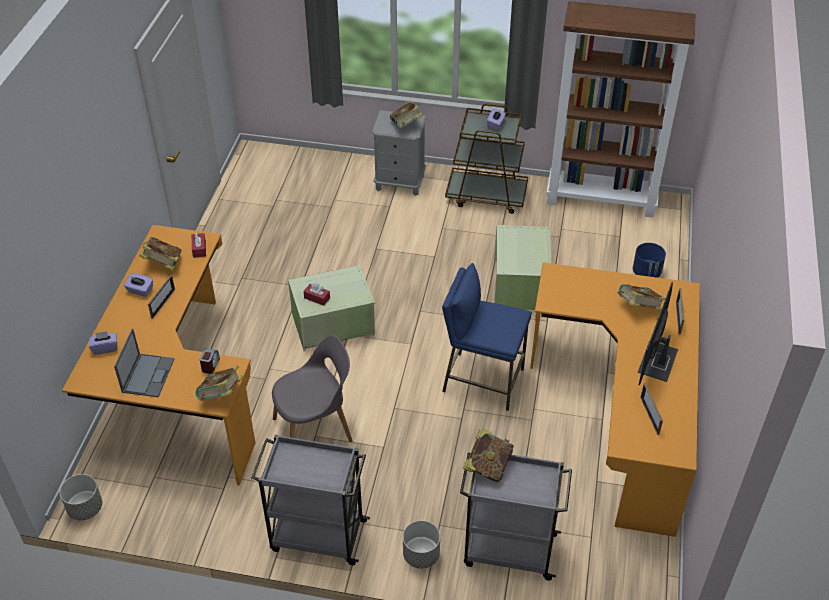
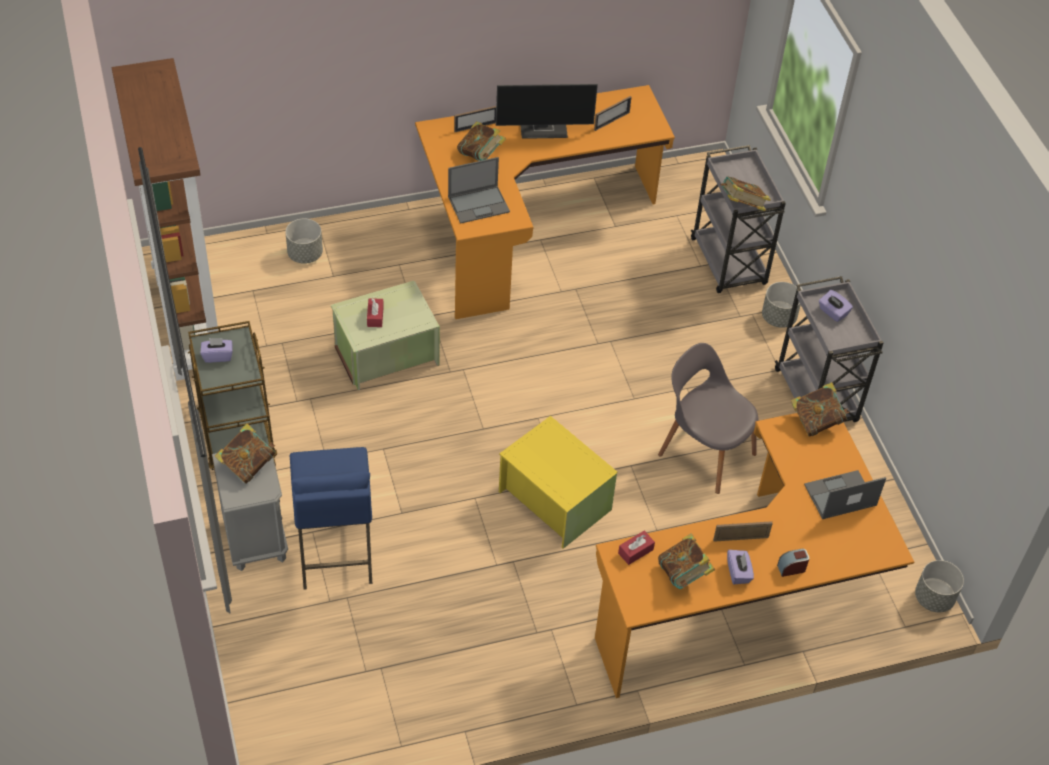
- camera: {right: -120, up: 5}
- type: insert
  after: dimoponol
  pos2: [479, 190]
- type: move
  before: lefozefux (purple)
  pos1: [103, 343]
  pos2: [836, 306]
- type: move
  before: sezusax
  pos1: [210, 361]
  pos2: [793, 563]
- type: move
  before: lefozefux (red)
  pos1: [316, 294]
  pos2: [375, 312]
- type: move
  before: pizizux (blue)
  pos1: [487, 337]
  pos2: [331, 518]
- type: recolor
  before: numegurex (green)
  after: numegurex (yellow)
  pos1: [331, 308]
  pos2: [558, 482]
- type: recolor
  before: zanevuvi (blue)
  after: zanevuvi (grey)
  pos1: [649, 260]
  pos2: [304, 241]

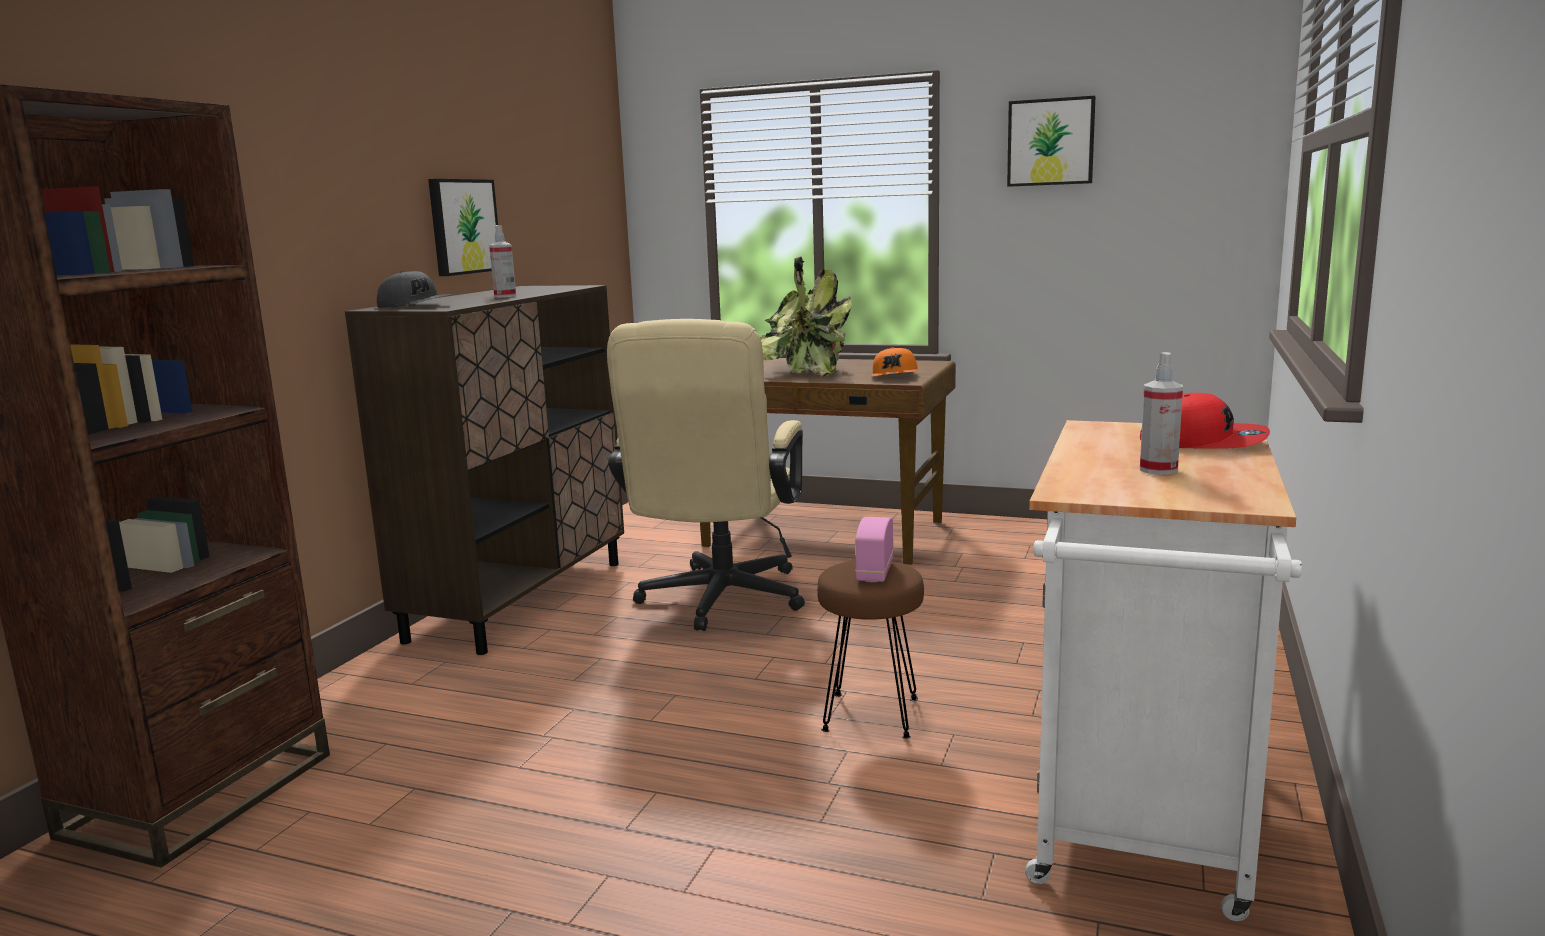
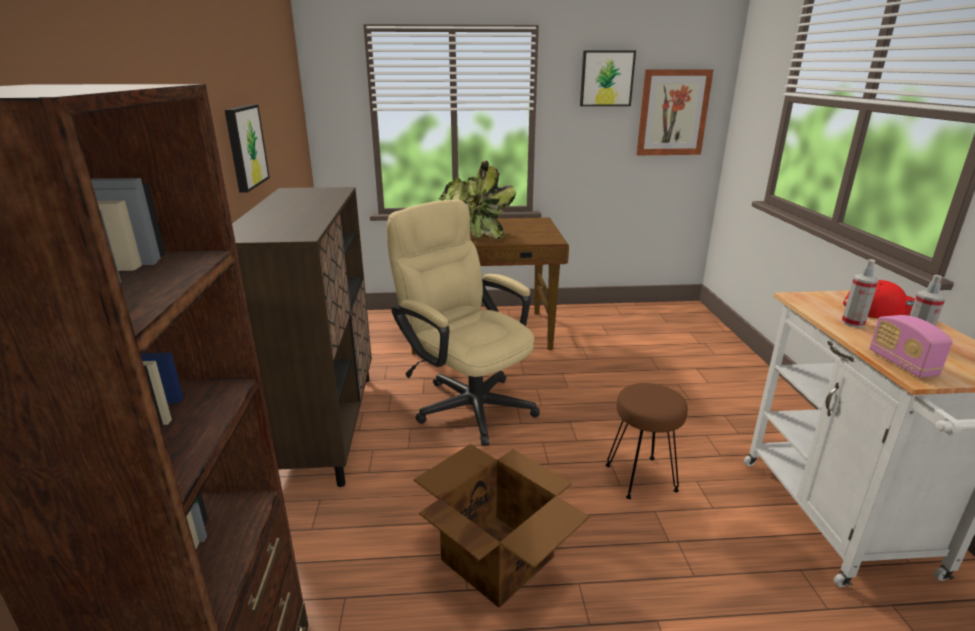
- camera: {right: -25, up: 10}
- type: delete
  before: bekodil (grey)
  pos1: [415, 289]
- type: delete
  before: bekodil (orange)
  pos1: [895, 361]
- type: insert
  after: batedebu
  pos2: [501, 526]
- type: insert
  after: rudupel
  pos2: [674, 112]
- type: move
  before: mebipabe
  pos1: [502, 261]
  pos2: [860, 293]
- type: move
  before: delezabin
  pos1: [874, 549]
  pos2: [911, 346]
- type: rotate
  before: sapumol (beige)
  pos1: [706, 475]
  pos2: [463, 322]
  turn: 150

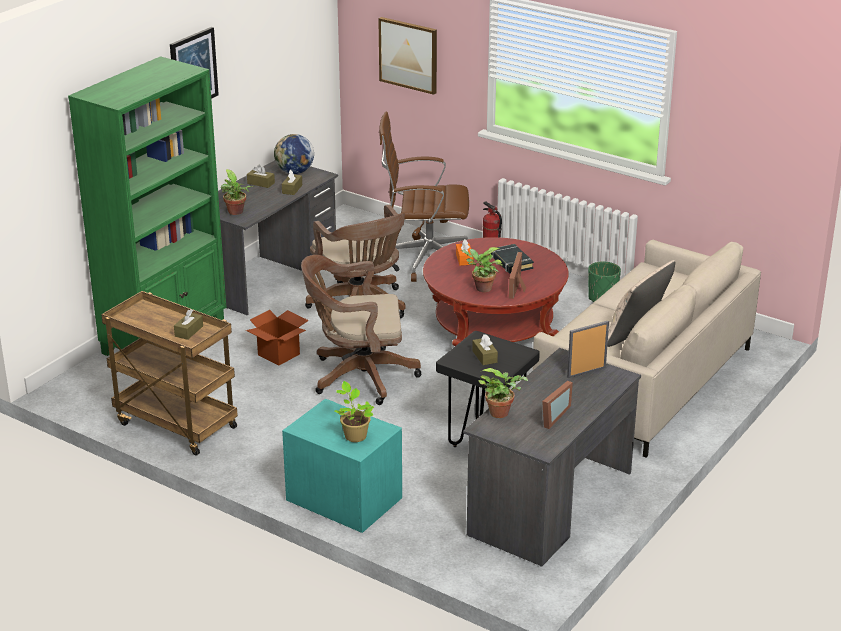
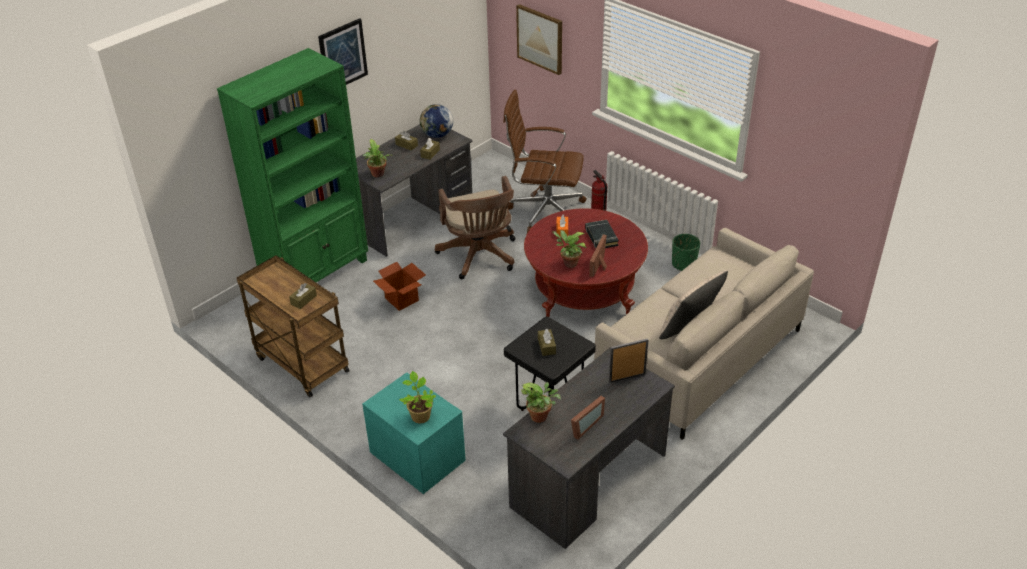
- camera: {right: 10, up: 10}
- type: delete
  before: sapumol (brown)
  pos1: [361, 330]

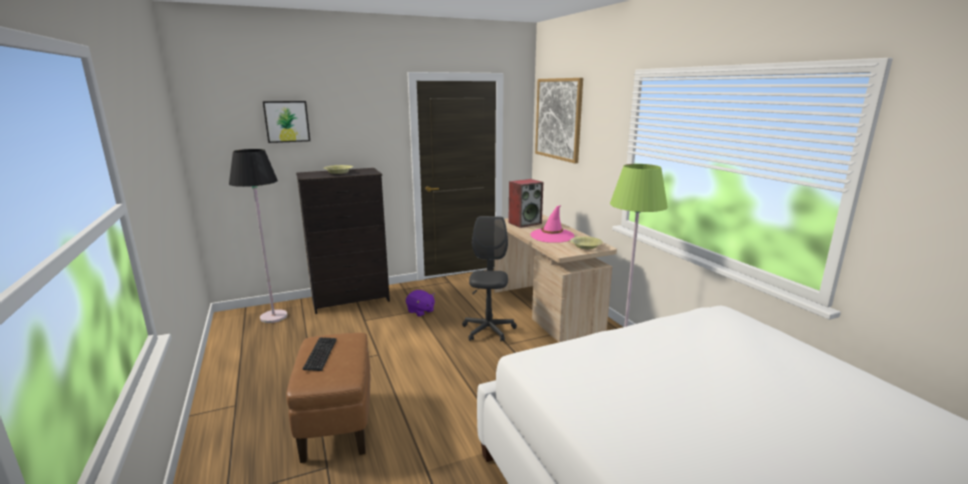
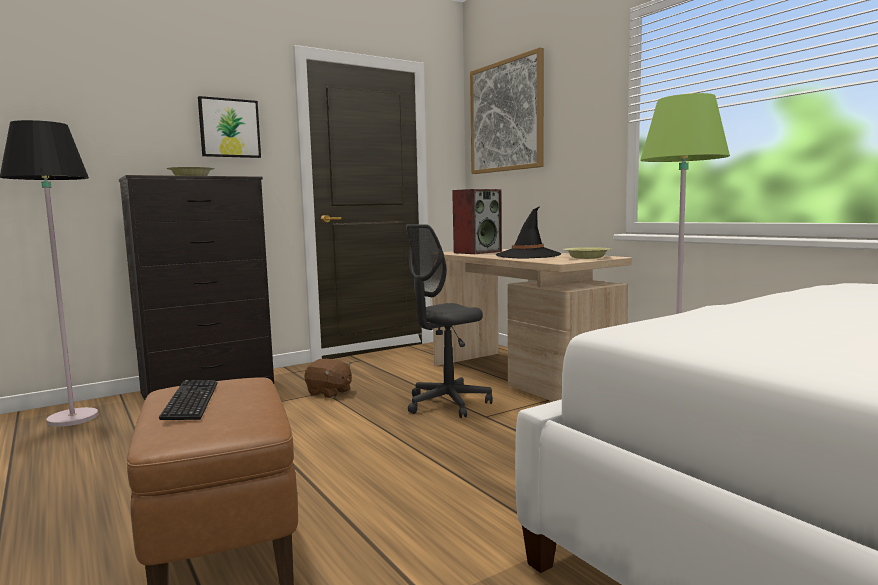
- camera: {right: -10, up: -10}
- type: move
  before: rudupel
  pos1: [286, 122]
  pos2: [229, 127]
- type: recolor
  before: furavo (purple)
  after: furavo (brown)
  pos1: [420, 303]
  pos2: [328, 378]
- type: recolor
  before: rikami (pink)
  after: rikami (black)
  pos1: [552, 224]
  pos2: [528, 232]
- type: rotate
  before: sapumol (grey)
  pos1: [489, 279]
  pos2: [449, 321]
  turn: -120

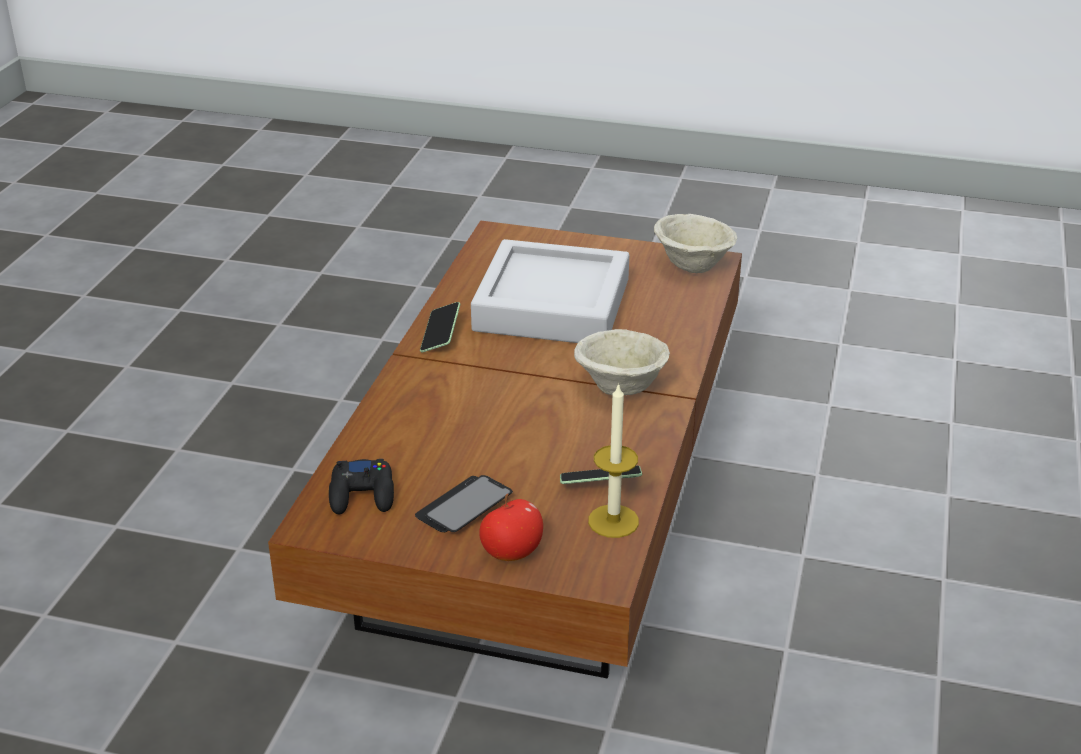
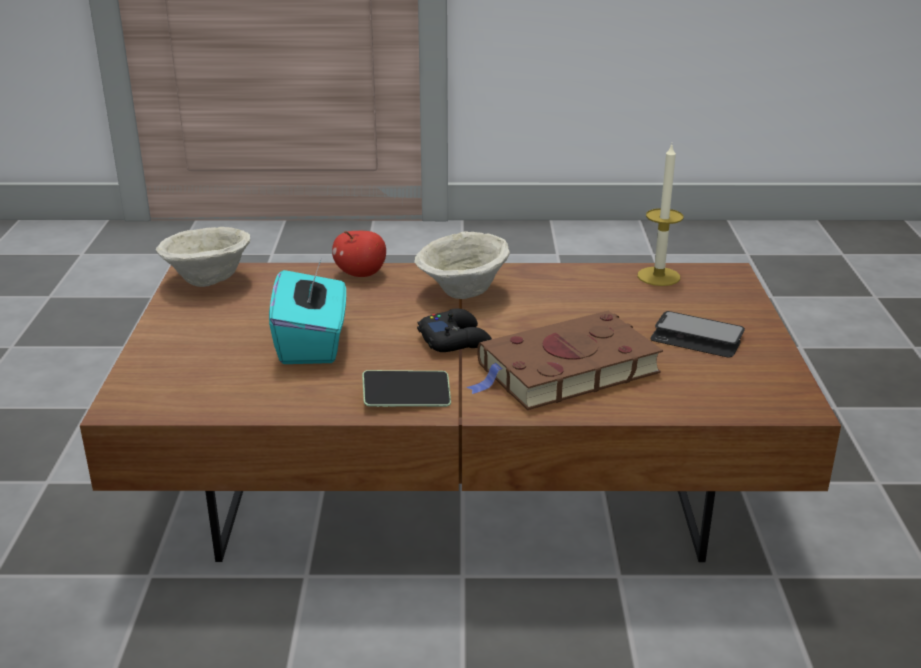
- camera: {right: -105, up: -5}
- type: delete
  before: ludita
  pos1: [601, 474]
- type: insert
  after: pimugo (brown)
  pos2: [564, 360]
- type: move
  before: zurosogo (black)
  pos1: [361, 486]
  pos2: [454, 330]
- type: move
  before: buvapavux
  pos1: [511, 527]
  pos2: [359, 254]
- type: replace
  before: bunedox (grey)
  after: lefozefux (turquoise)
  pos1: [550, 291]
  pos2: [307, 312]

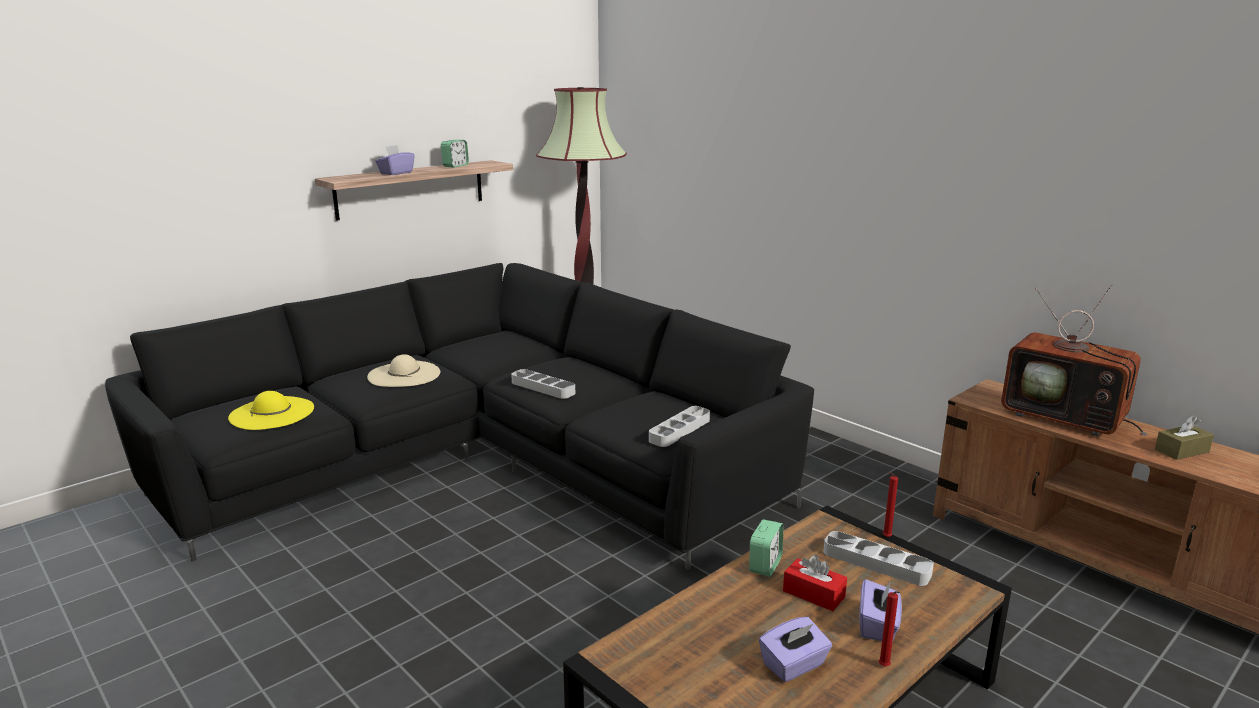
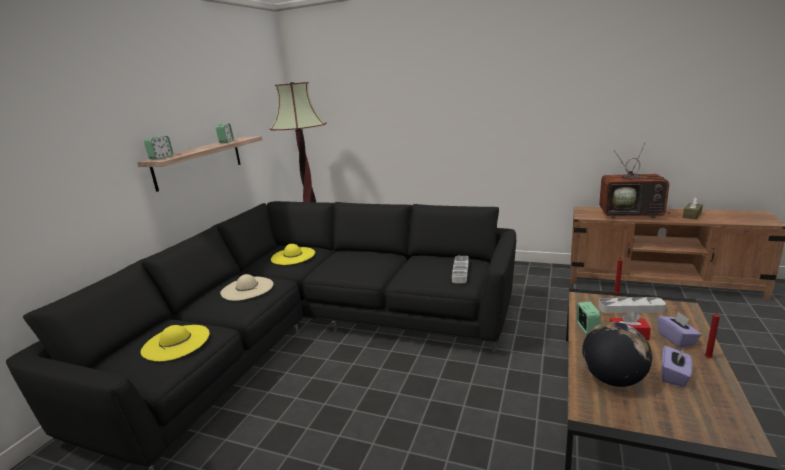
- camera: {right: -25, up: 0}
- type: delete
  before: lefozefux (purple)
  pos1: [395, 160]
- type: delete
  before: bunedox (grey)
  pos1: [543, 384]
- type: insert
  after: sezusax
  pos2: [158, 147]
- type: insert
  after: rikami (yellow)
  pos2: [293, 254]
- type: insert
  after: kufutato
  pos2: [617, 354]

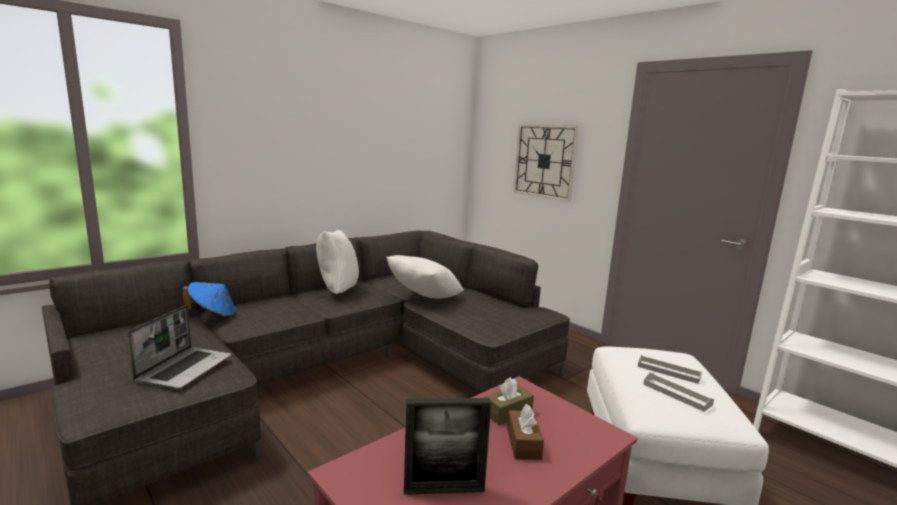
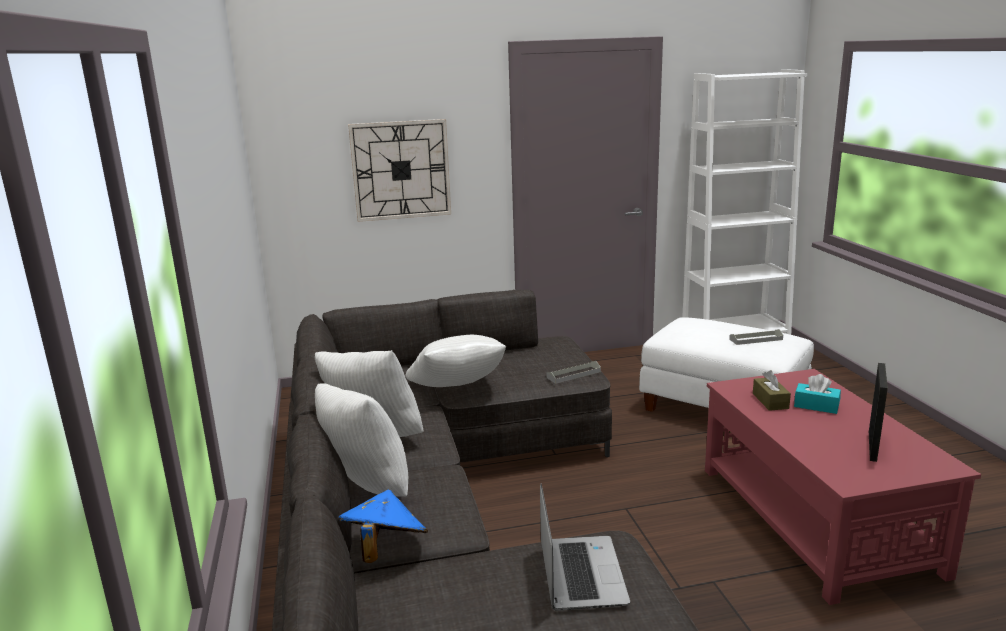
- camera: {right: -60, up: 5}
- type: insert
  after: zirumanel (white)
  pos2: [361, 440]
- type: move
  before: bunedox (grey)
  pos1: [670, 369]
  pos2: [574, 372]
- type: recolor
  before: lefozefux (brown)
  after: lefozefux (turquoise)
  pos1: [525, 432]
  pos2: [817, 394]
- type: rotate
  before: dimoponol
  pos1: [179, 347]
  pos2: [585, 547]
  turn: 45

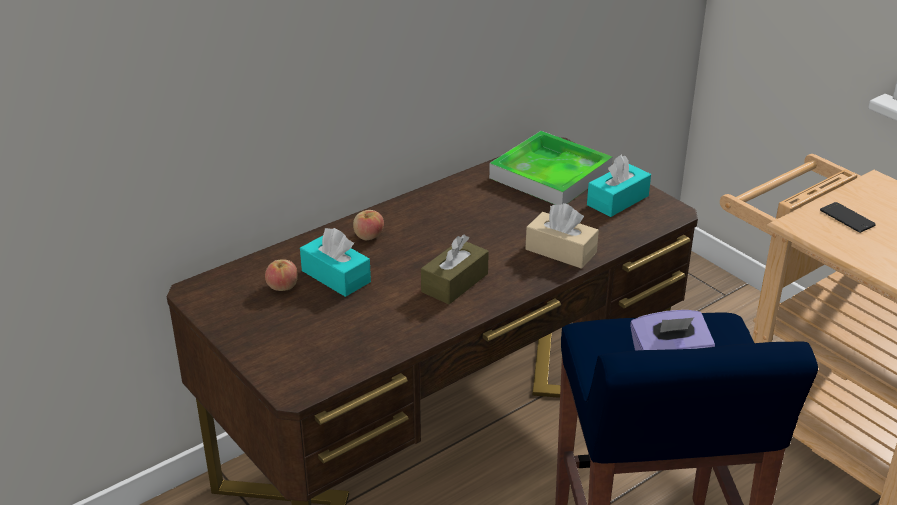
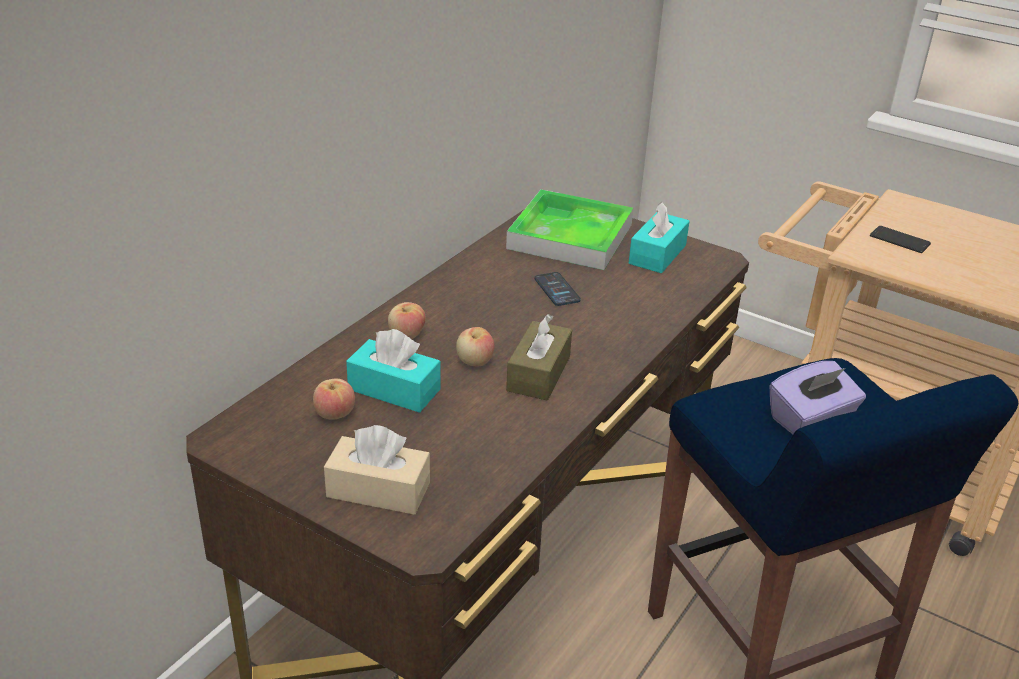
- camera: {right: -20, up: 0}
- type: insert
  after: buvapavux
  pos2: [475, 347]
- type: insert
  after: ludita
  pos2: [558, 289]
- type: move
  before: lefozefux (beige)
  pos1: [562, 236]
  pos2: [377, 470]

